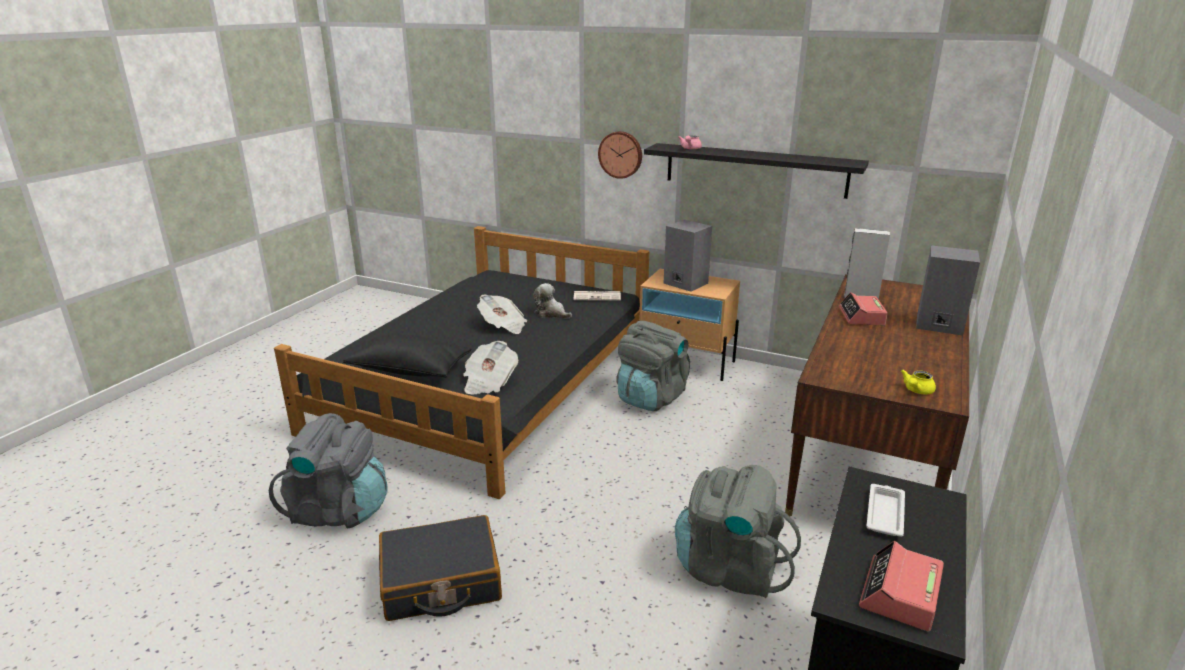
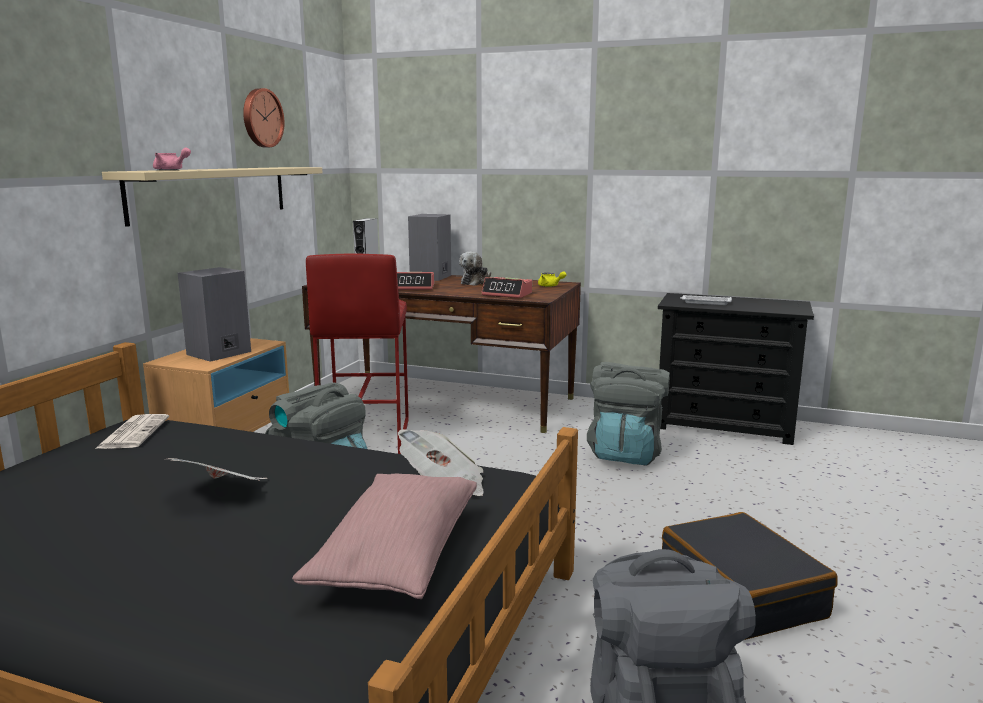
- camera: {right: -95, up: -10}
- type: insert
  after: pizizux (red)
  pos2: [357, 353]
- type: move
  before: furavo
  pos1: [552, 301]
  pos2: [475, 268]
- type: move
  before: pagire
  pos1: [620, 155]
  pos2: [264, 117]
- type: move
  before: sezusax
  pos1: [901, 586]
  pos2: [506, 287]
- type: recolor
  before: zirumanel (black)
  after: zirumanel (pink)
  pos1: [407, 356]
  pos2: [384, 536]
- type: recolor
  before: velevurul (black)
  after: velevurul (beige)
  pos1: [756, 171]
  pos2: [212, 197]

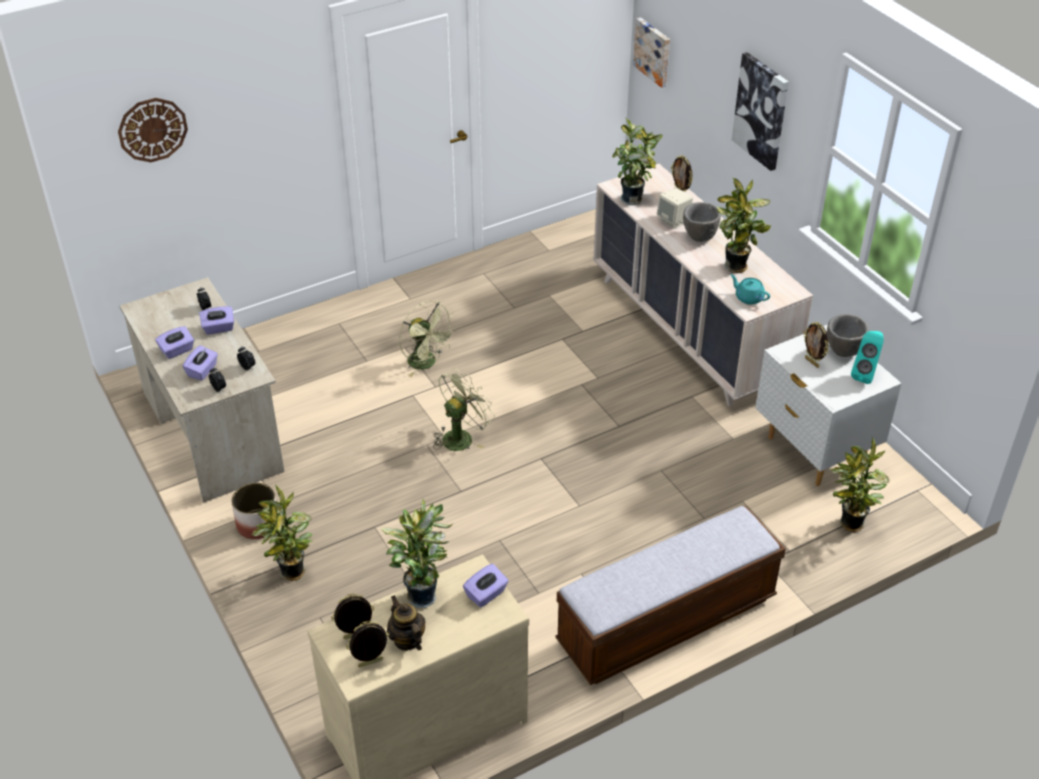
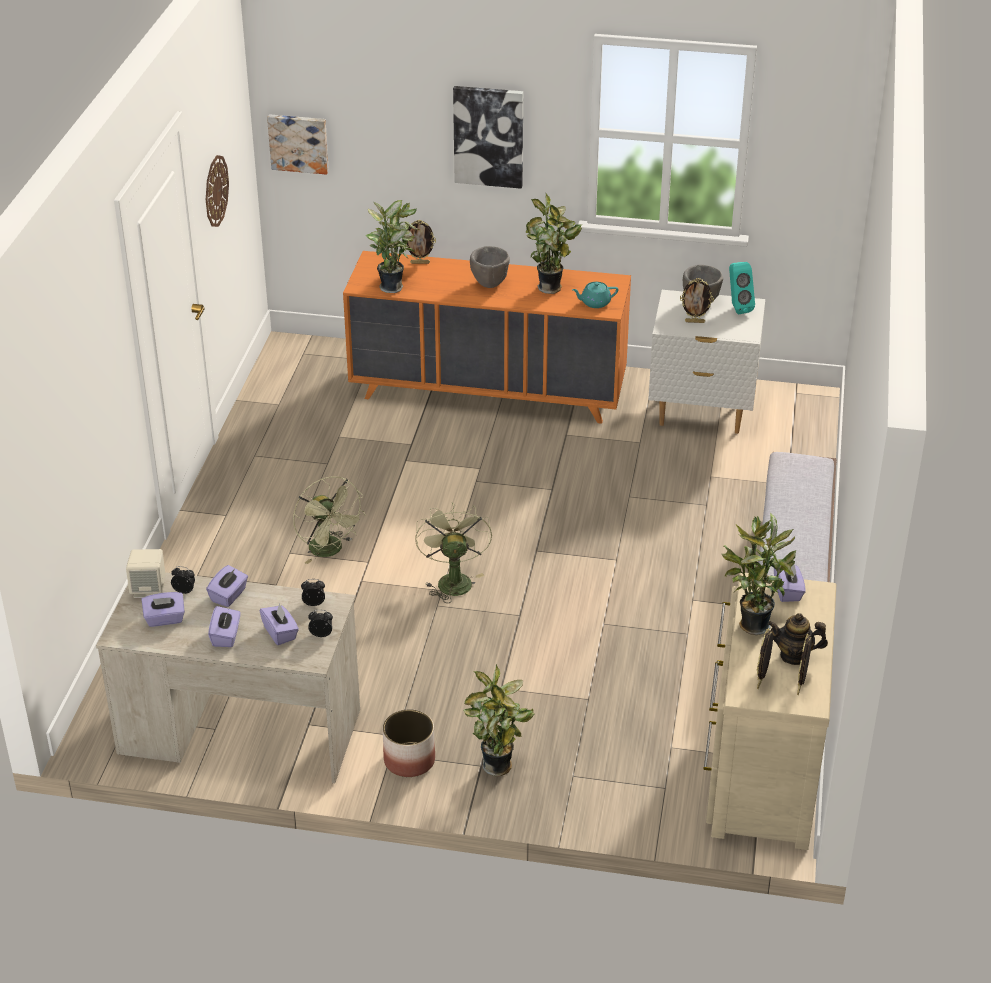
- camera: {right: -50, up: -5}
- type: delete
  before: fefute
  pos1: [860, 484]
- type: insert
  after: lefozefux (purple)
  pos2: [163, 609]
- type: move
  before: pagire
  pos1: [153, 130]
  pos2: [217, 191]
- type: move
  before: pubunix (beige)
  pos1: [675, 208]
  pos2: [145, 573]
- type: recolor
  before: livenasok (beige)
  after: livenasok (orange)
  pos1: [703, 285]
  pos2: [487, 337]
- type: rotate
  before: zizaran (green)
  pos1: [427, 339]
  pos2: [329, 520]
  turn: 60

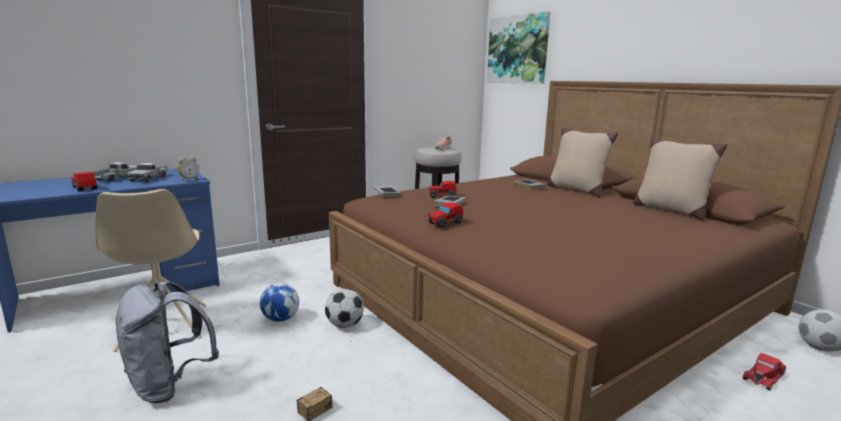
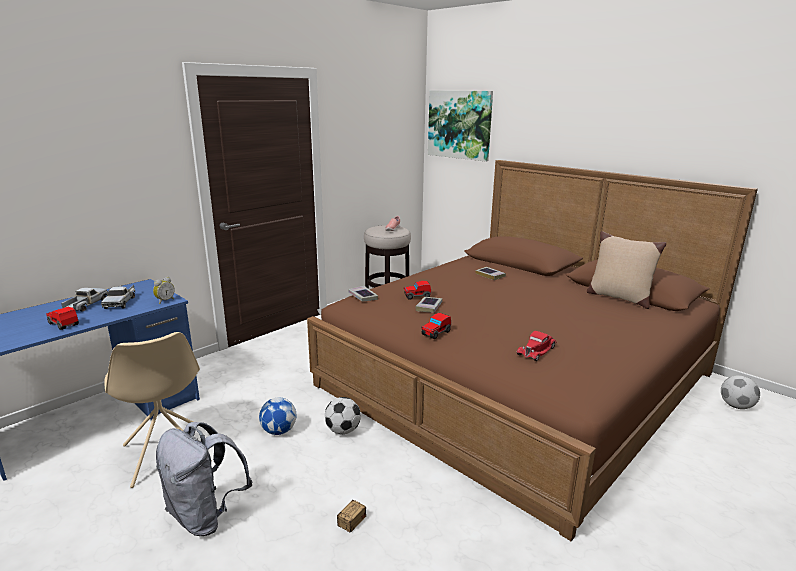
- camera: {right: -10, up: 5}
- type: delete
  before: zirumanel (beige)
  pos1: [582, 162]
- type: move
  before: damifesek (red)
  pos1: [764, 371]
  pos2: [537, 346]

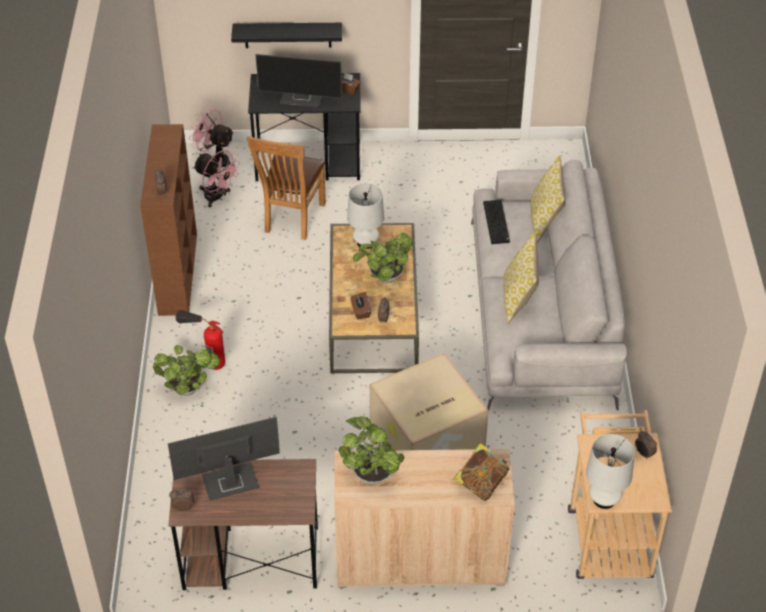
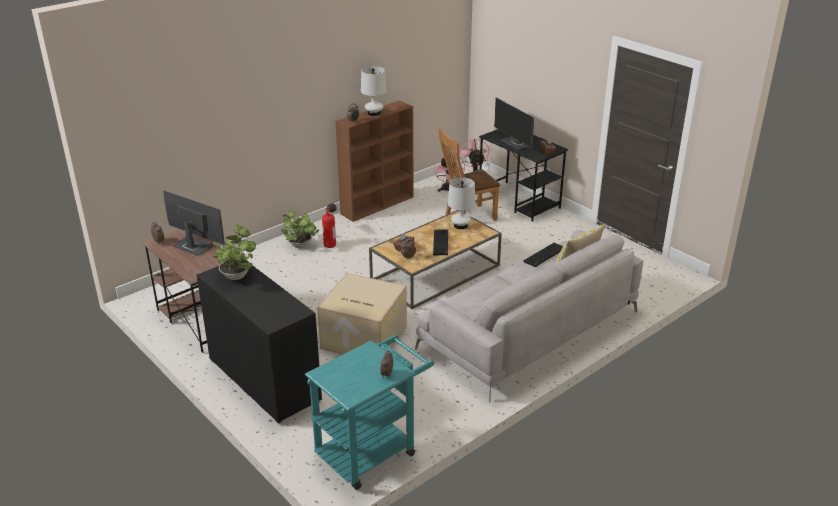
- camera: {right: 50, up: -15}
- type: delete
  before: velevurul (black)
  pos1: [286, 35]
- type: delete
  before: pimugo
  pos1: [481, 472]
- type: delete
  before: zirumanel
  pos1: [521, 277]
- type: move
  before: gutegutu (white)
  pos1: [610, 471]
  pos2: [374, 91]
- type: replace
  before: fefute
  after: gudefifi
  pos1: [383, 258]
  pos2: [440, 242]
- type: recolor
  before: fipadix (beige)
  after: fipadix (black)
  pos1: [424, 518]
  pos2: [259, 344]
- type: recolor
  before: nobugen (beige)
  after: nobugen (turquoise)
  pos1: [620, 494]
  pos2: [369, 412]

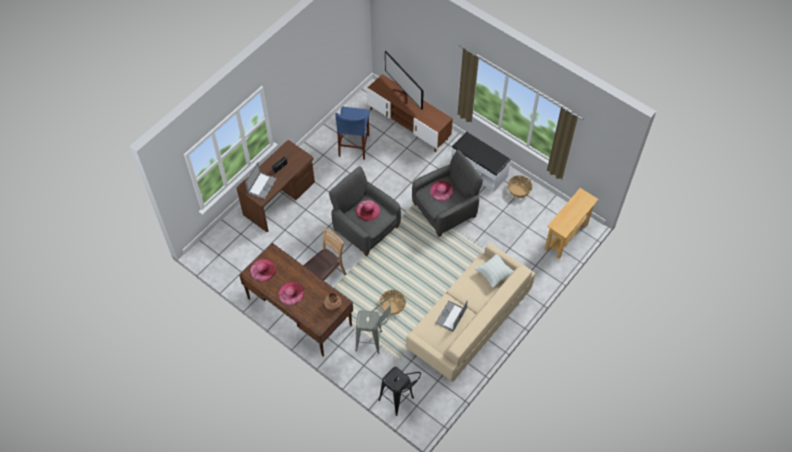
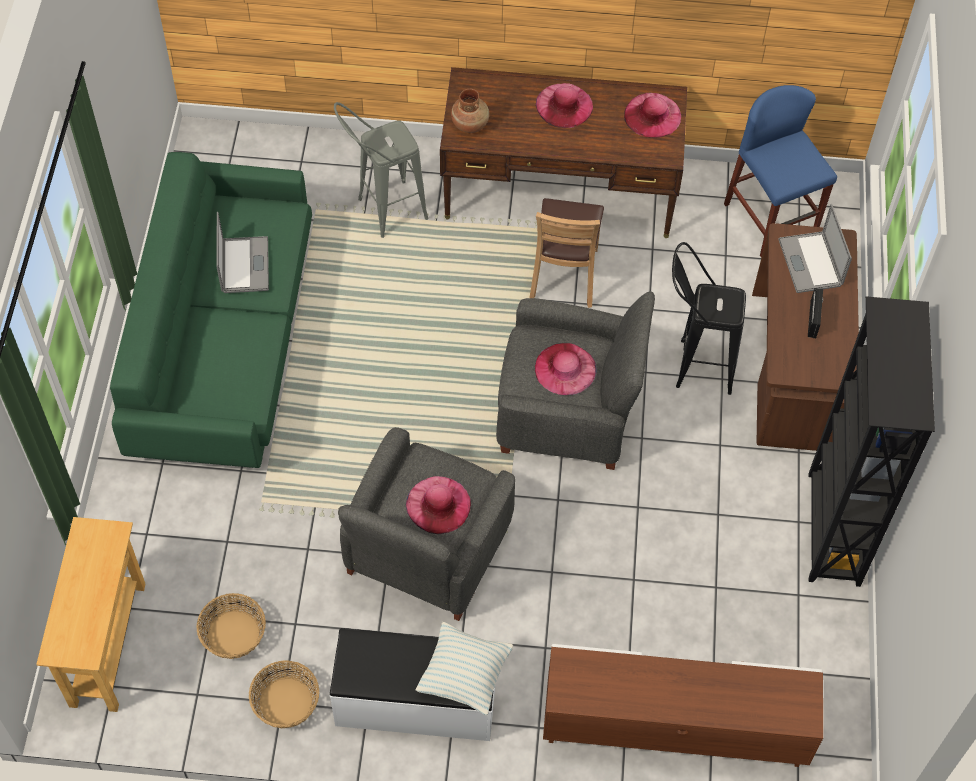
- camera: {right: 145, up: 0}
- type: delete
  before: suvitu
  pos1: [404, 79]
- type: insert
  after: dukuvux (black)
  pos2: [871, 441]
- type: move
  before: pizizux (blue)
  pos1: [352, 133]
  pos2: [780, 171]
- type: move
  before: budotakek
  pos1: [392, 302]
  pos2: [231, 626]
- type: move
  before: pizizux (black)
  pos1: [400, 391]
  pos2: [709, 318]
- type: move
  before: zirumanel
  pos1: [494, 270]
  pos2: [464, 669]
- type: recolor
  before: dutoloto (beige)
  after: dutoloto (green)
  pos1: [470, 312]
  pos2: [211, 310]

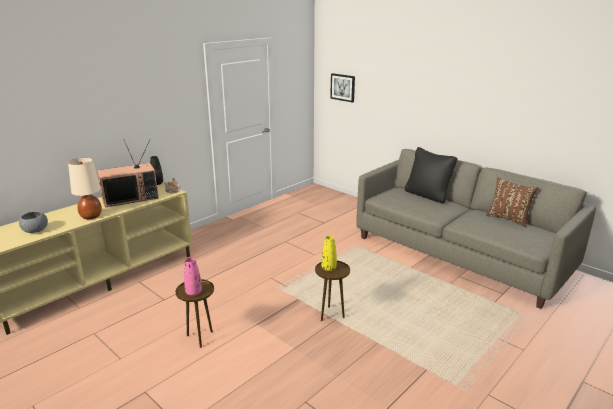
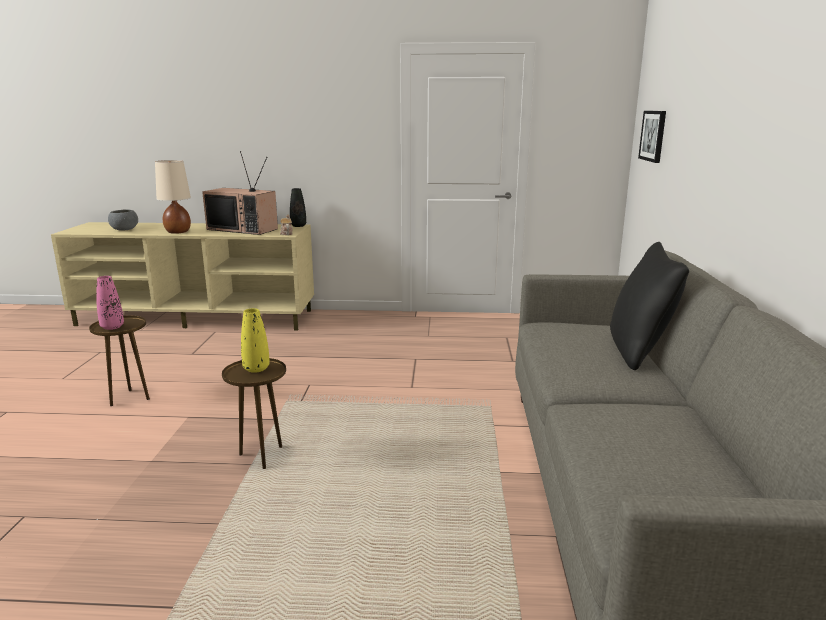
- camera: {right: 50, up: -5}
- type: delete
  before: zirumanel (brown)
  pos1: [512, 202]

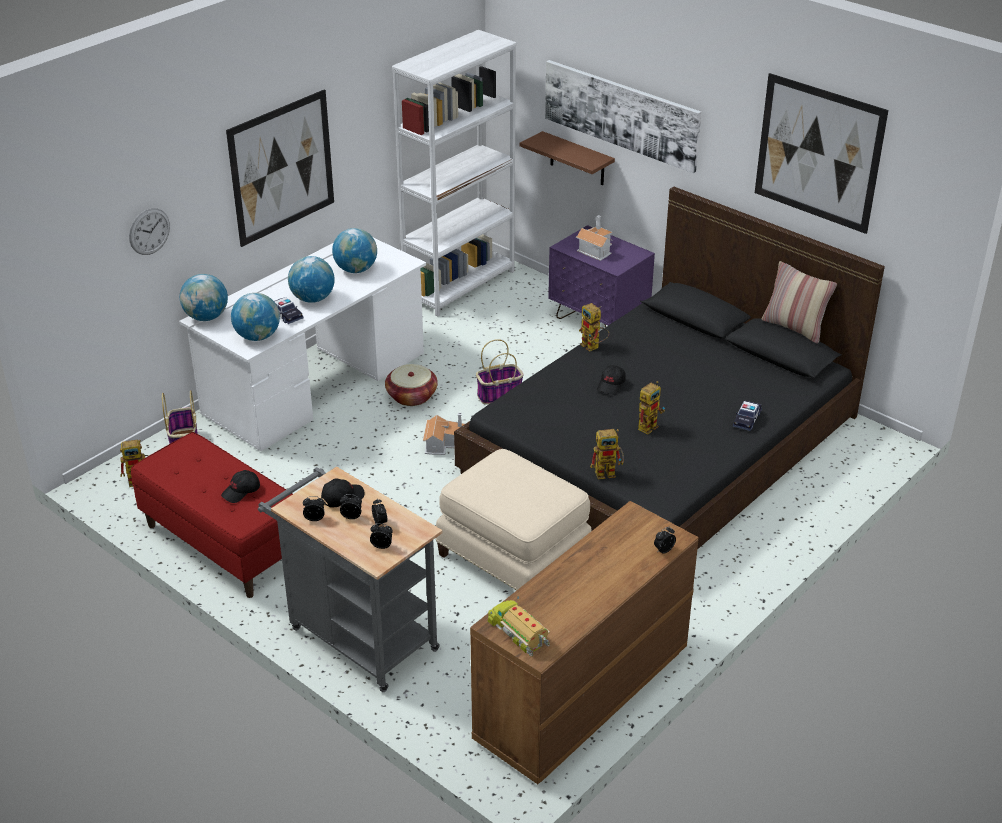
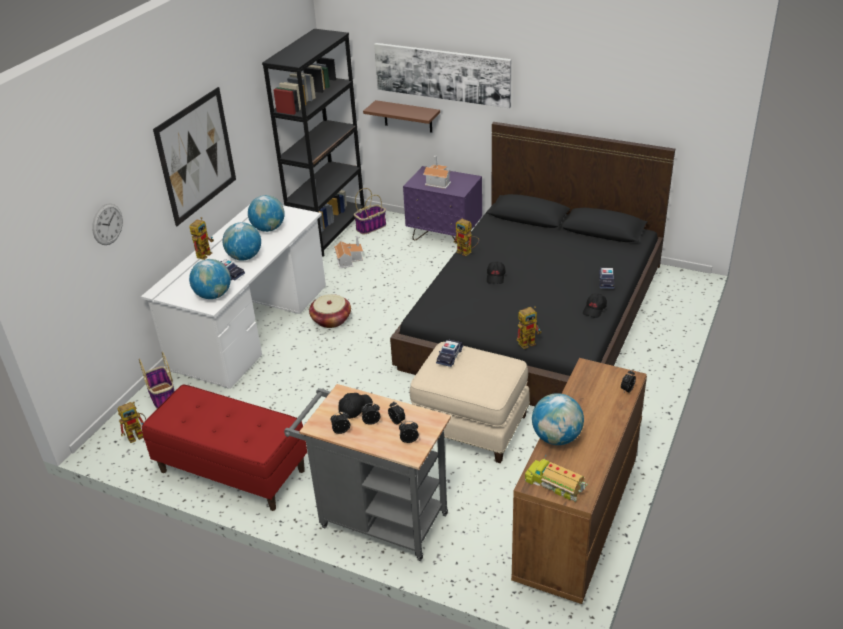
- camera: {right: -15, up: 0}
- type: delete
  before: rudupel
  pos1: [822, 153]
- type: delete
  before: zirumanel
  pos1: [799, 302]
- type: insert
  after: damifesek
  pos2: [449, 353]
- type: move
  before: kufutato
  pos1: [204, 297]
  pos2: [558, 419]
- type: move
  before: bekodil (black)
  pos1: [240, 486]
  pos2: [595, 305]
- type: move
  before: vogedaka
  pos1: [443, 434]
  pos2: [348, 252]
- type: move
  before: budotakek
  pos1: [500, 372]
  pos2: [370, 211]
- type: move
  before: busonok
  pos1: [651, 407]
  pos2: [201, 238]
- type: recolor
  before: dukuvux (white)
  after: dukuvux (black)
  pos1: [454, 173]
  pos2: [313, 143]

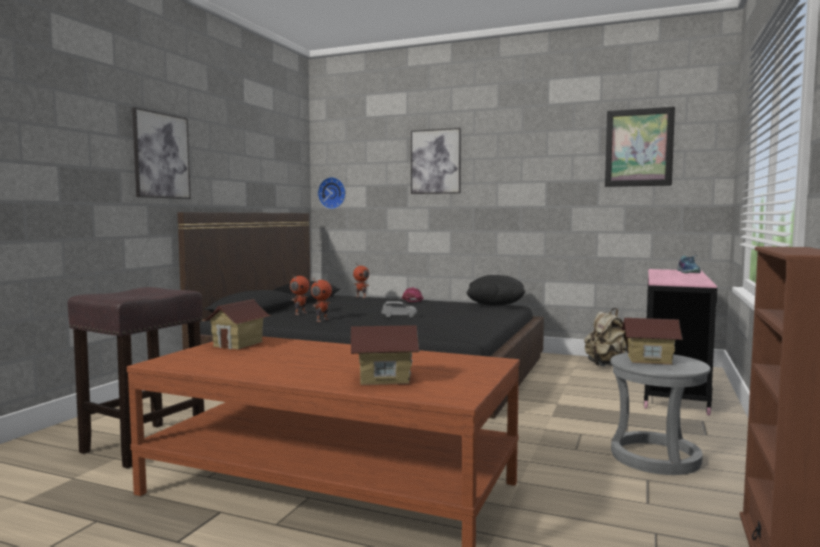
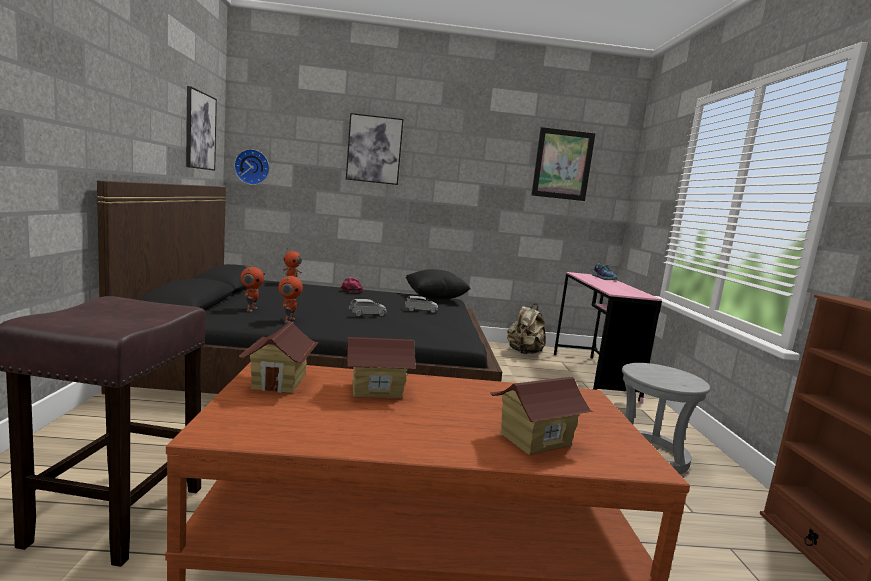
- camera: {right: -25, up: 5}
- type: insert
  after: damifesek (grey)
  pos2: [421, 304]
- type: move
  before: rudupel
  pos1: [161, 153]
  pos2: [201, 128]
- type: move
  before: vogedaka
  pos1: [652, 341]
  pos2: [381, 367]

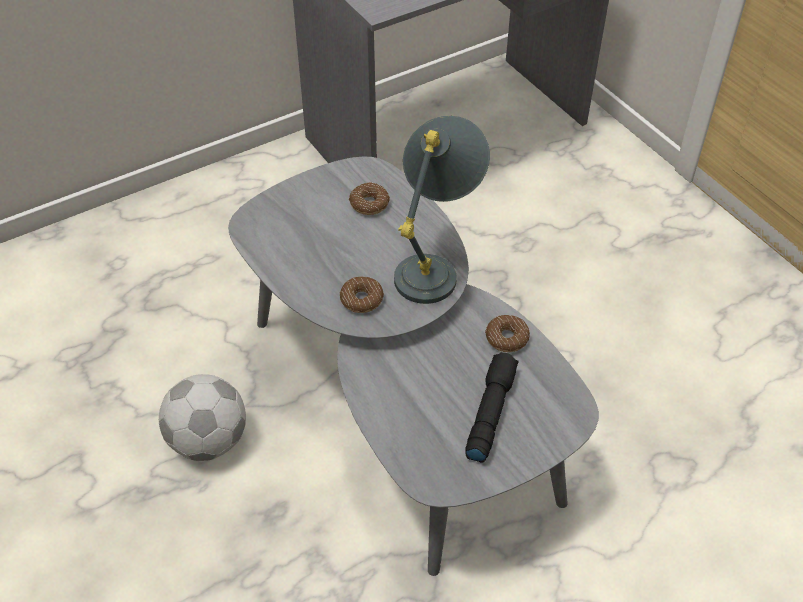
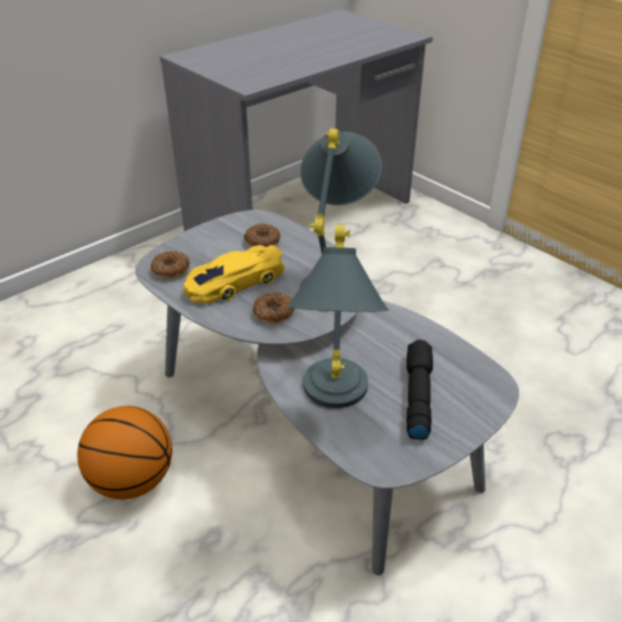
- camera: {right: -10, up: -10}
- type: insert
  after: damifesek (yellow)
  pos2: [234, 274]
- type: insert
  after: gutegutu (grey)
  pos2: [337, 316]
- type: move
  before: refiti
  pos1: [507, 333]
  pos2: [170, 265]
- type: replace
  before: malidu
  after: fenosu
  pos1: [202, 417]
  pos2: [124, 452]

